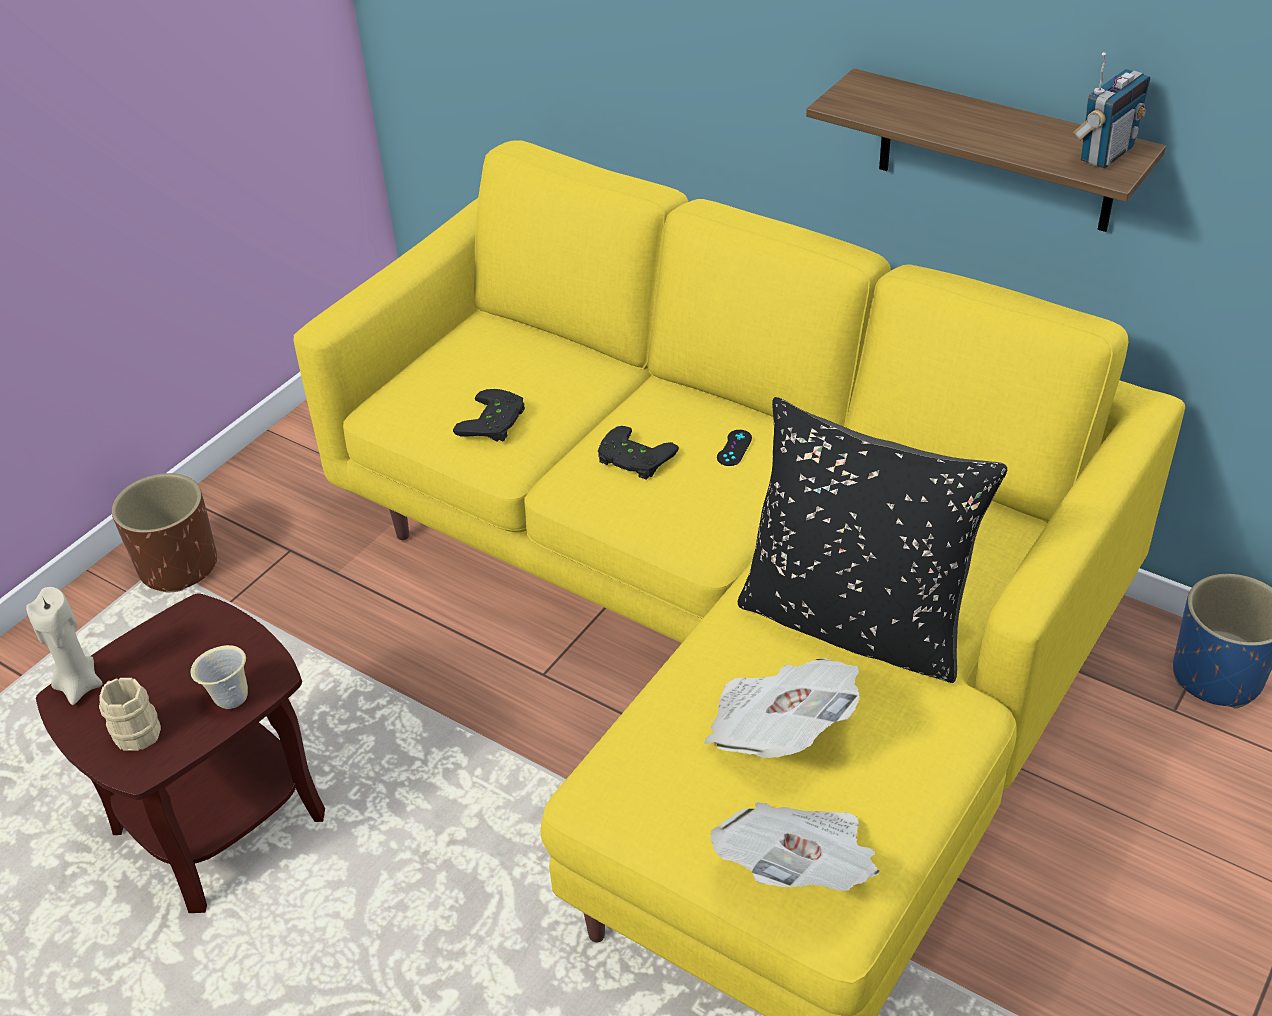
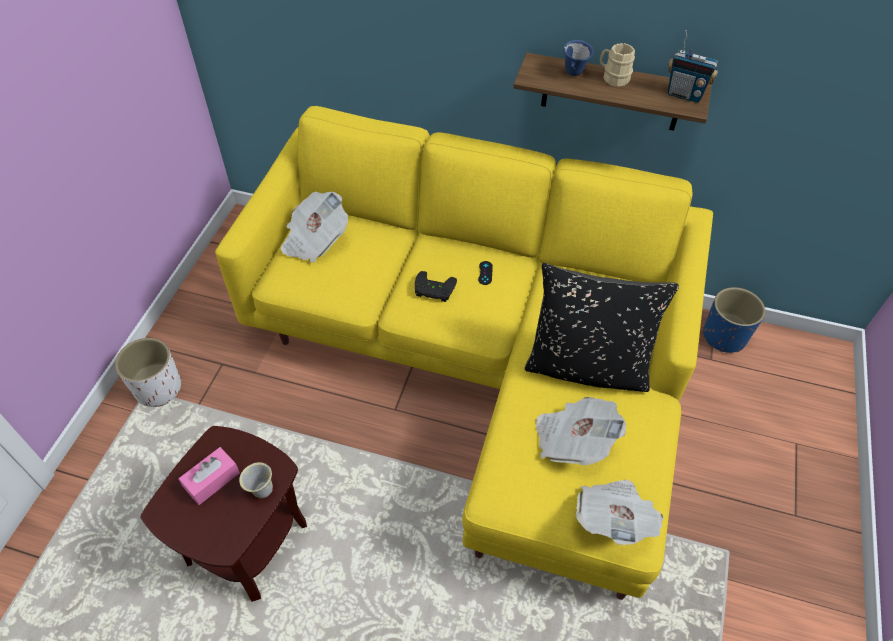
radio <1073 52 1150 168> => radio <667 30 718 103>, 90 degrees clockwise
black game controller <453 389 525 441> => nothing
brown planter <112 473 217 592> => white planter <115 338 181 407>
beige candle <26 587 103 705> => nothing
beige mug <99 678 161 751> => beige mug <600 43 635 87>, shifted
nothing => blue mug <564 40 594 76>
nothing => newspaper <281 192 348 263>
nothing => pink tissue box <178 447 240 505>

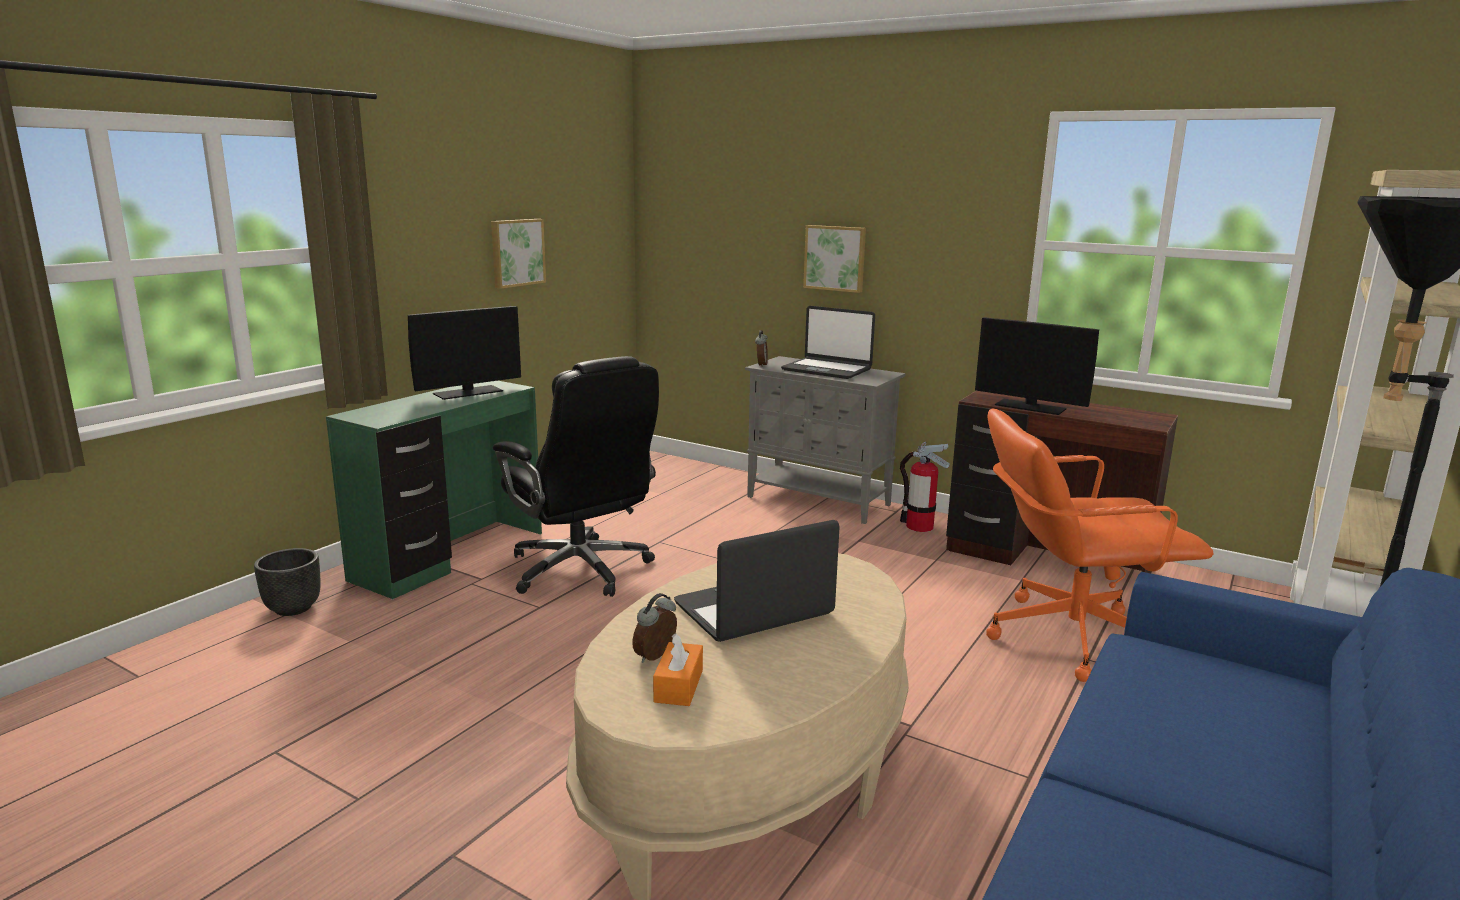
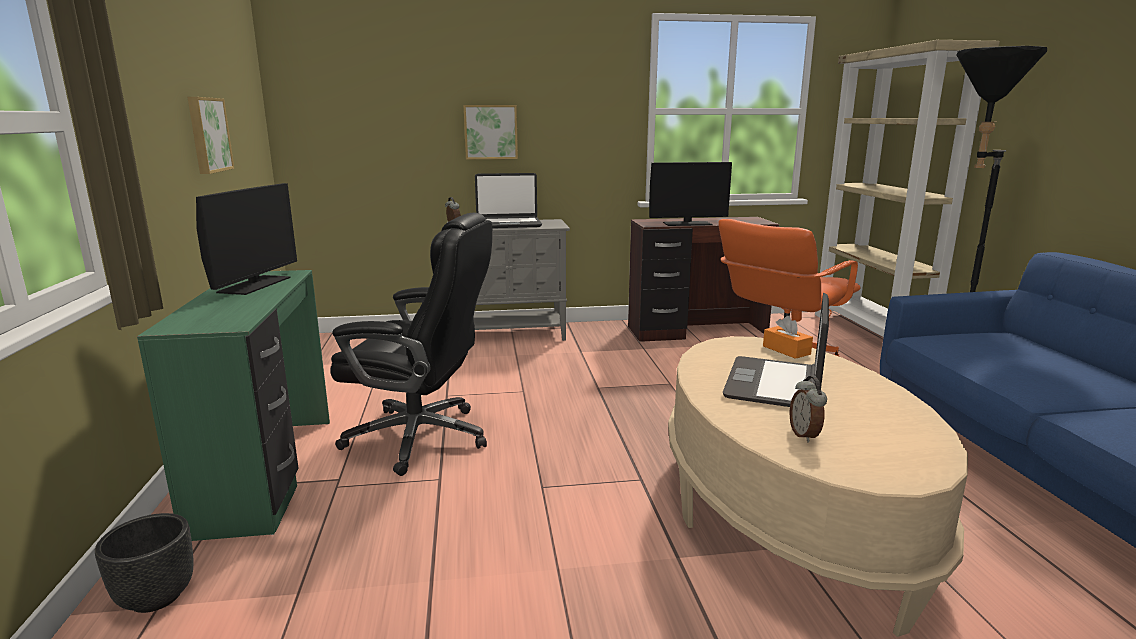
fire extinguisher <900 442 950 532> => nothing
orange tissue box <653 633 703 706> => orange tissue box <763 316 813 359>, shifted

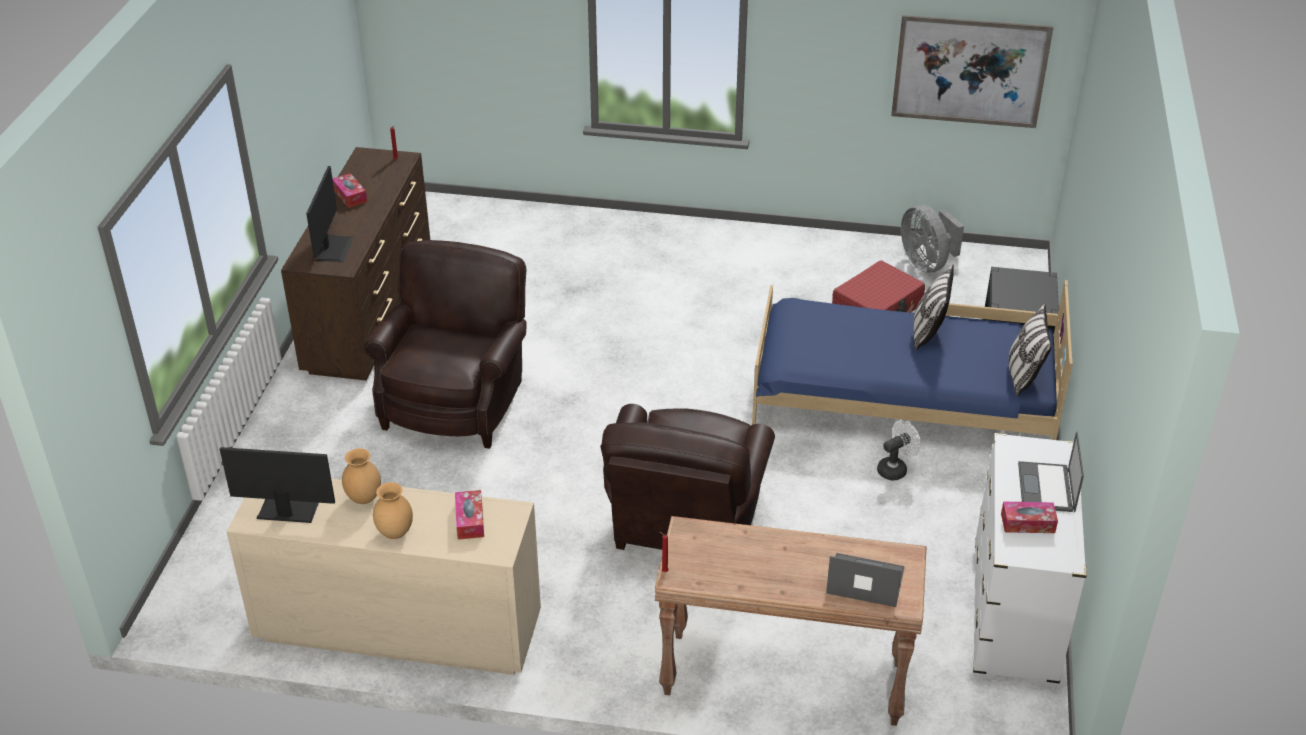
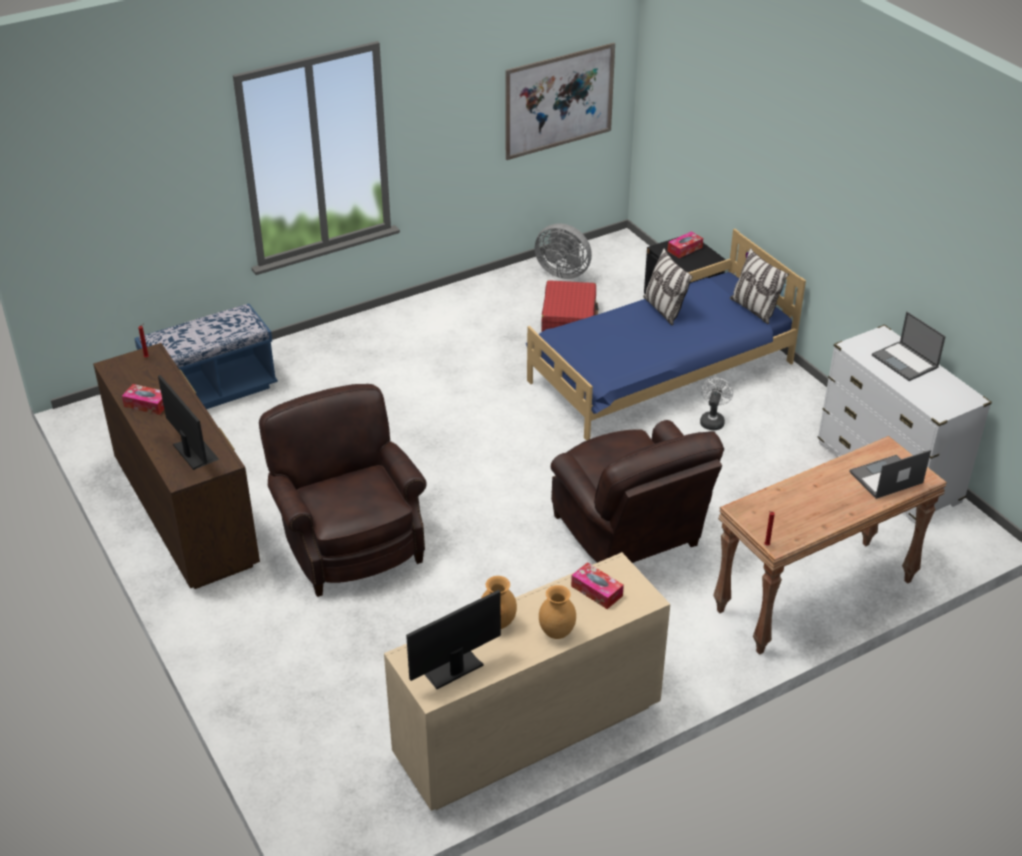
tissue box <1001 502 1058 533> => tissue box <668 231 703 258>, shifted
nothing => blue bench <134 304 278 409>

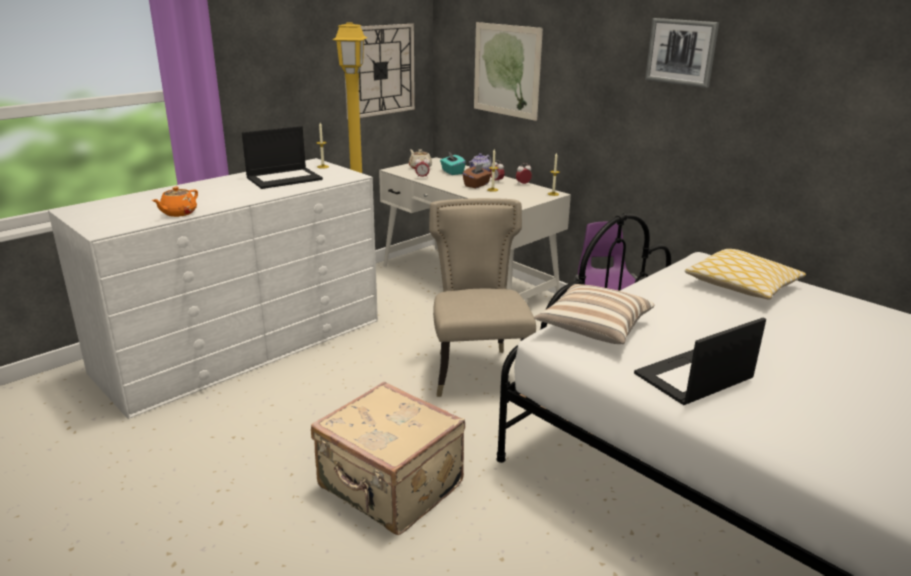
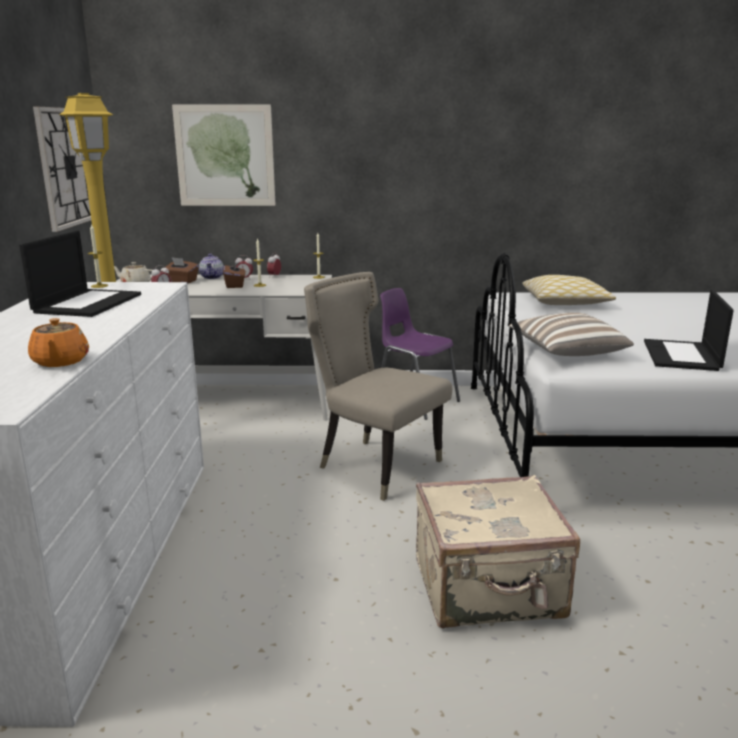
picture <645 18 719 88> => nothing
turquoise tissue box <440 151 466 175> => brown tissue box <165 257 198 283>

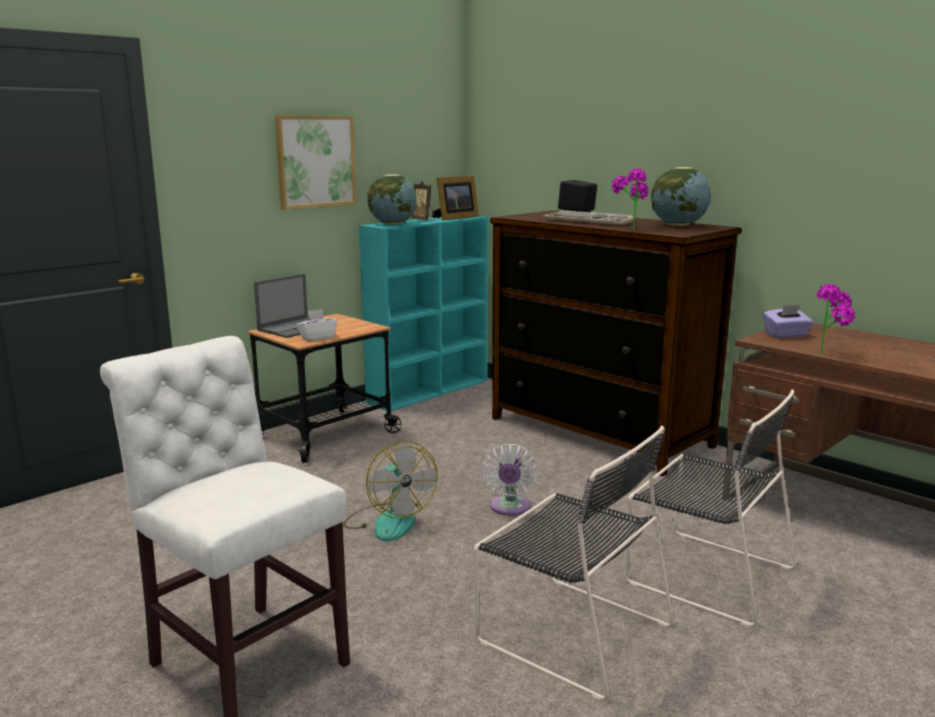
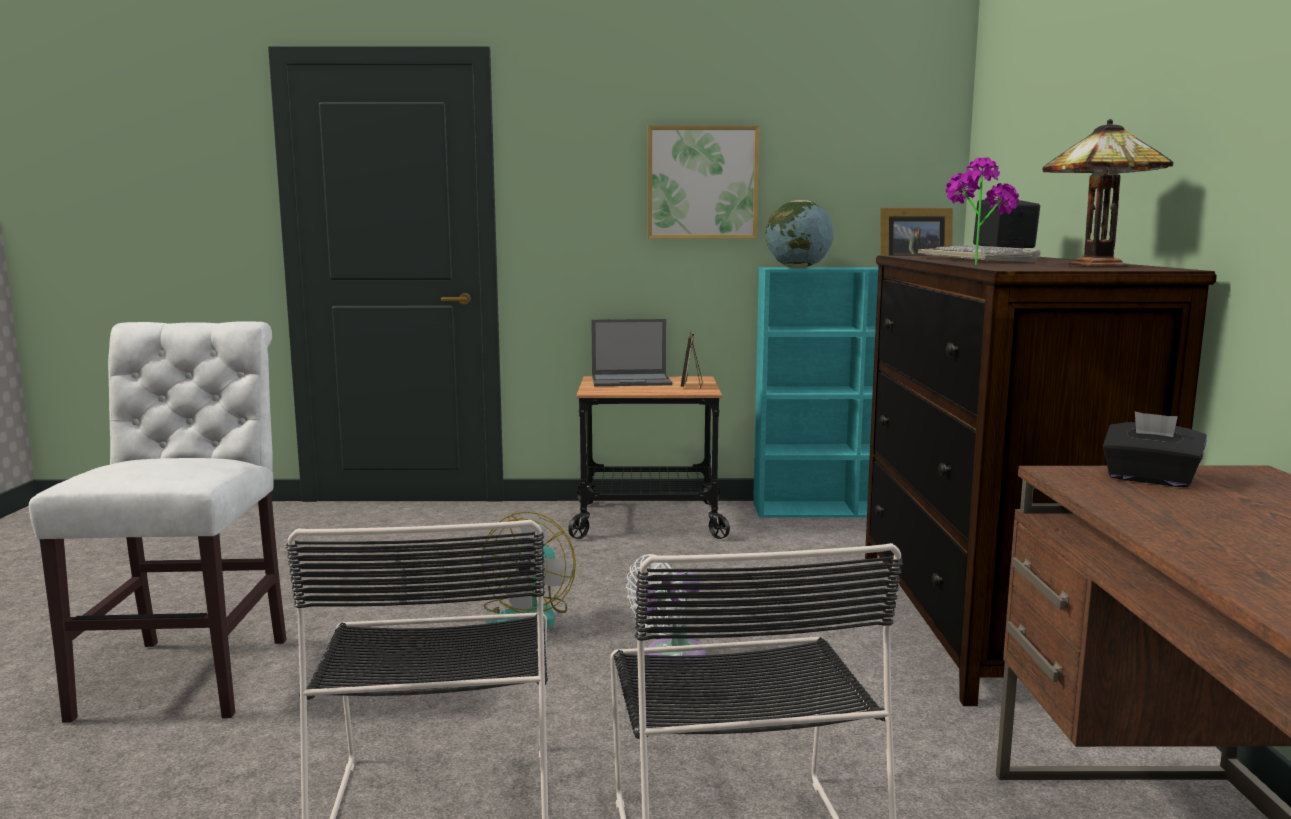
globe <651 167 711 226> => table lamp <1043 119 1174 267>
picture frame <411 181 435 221> => picture frame <681 331 703 388>, shifted
potted plant <817 284 855 354> => nothing
purple tissue box <763 305 813 338> => black tissue box <1103 411 1207 487>
white tissue box <297 309 337 341> => nothing

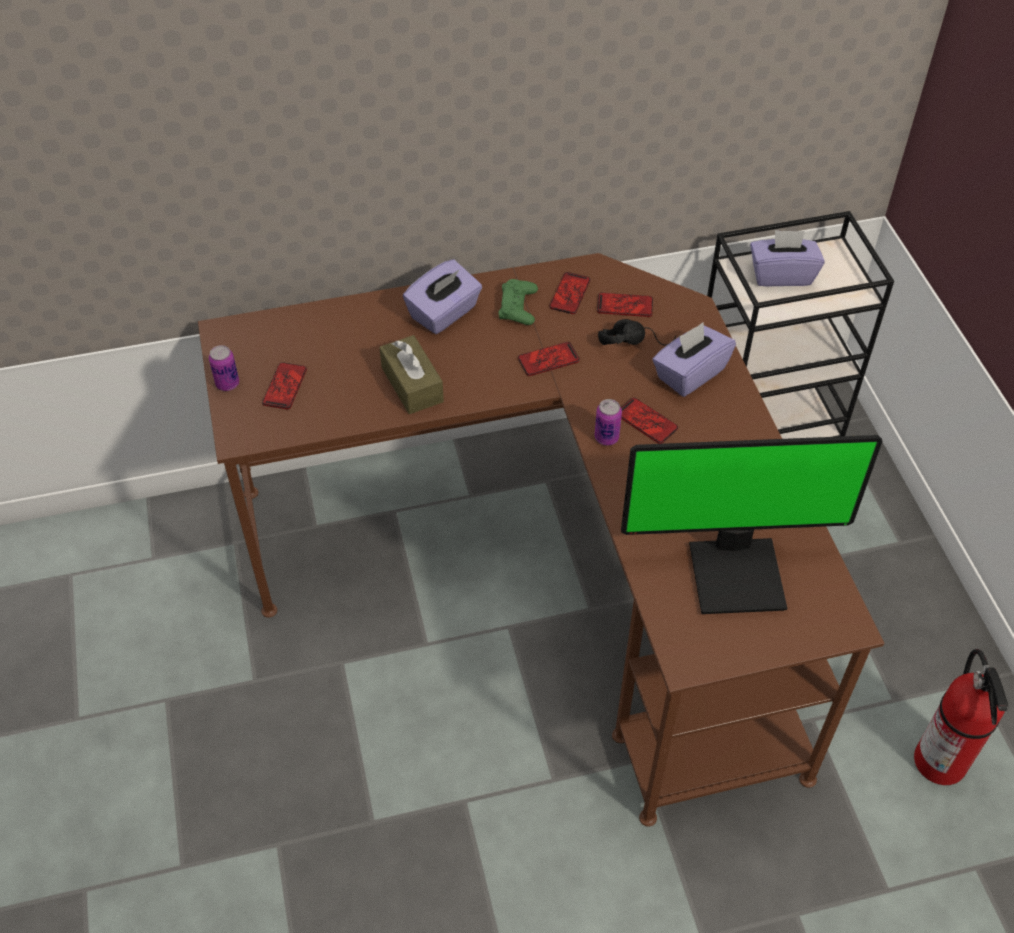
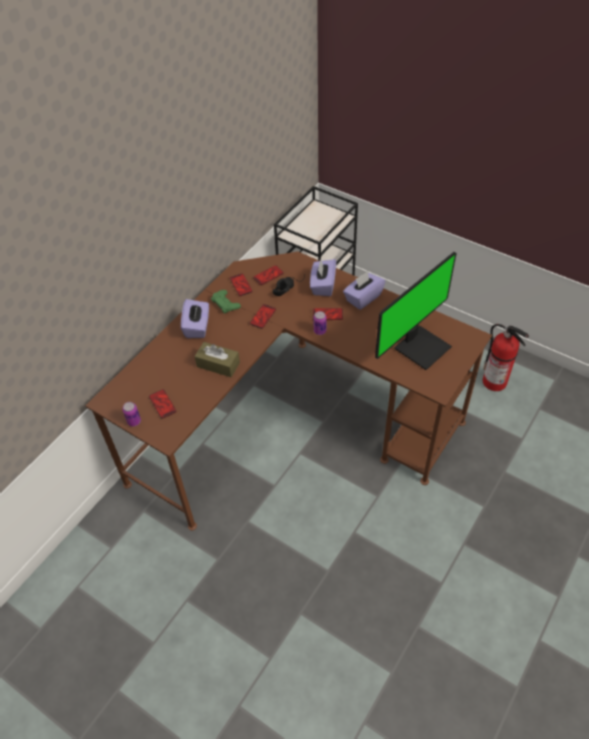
purple tissue box <750 230 825 287> => purple tissue box <343 271 385 310>, shifted

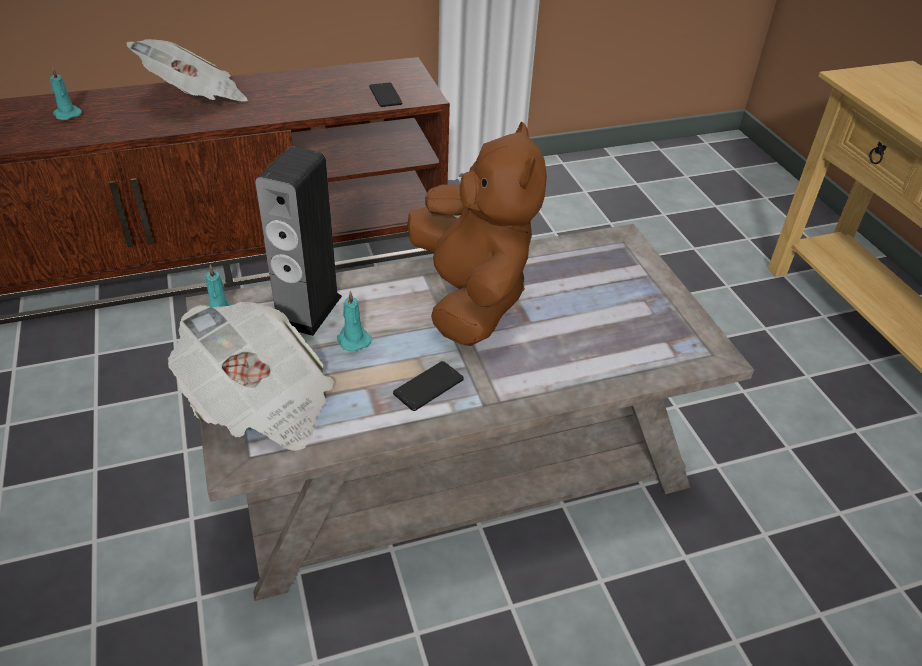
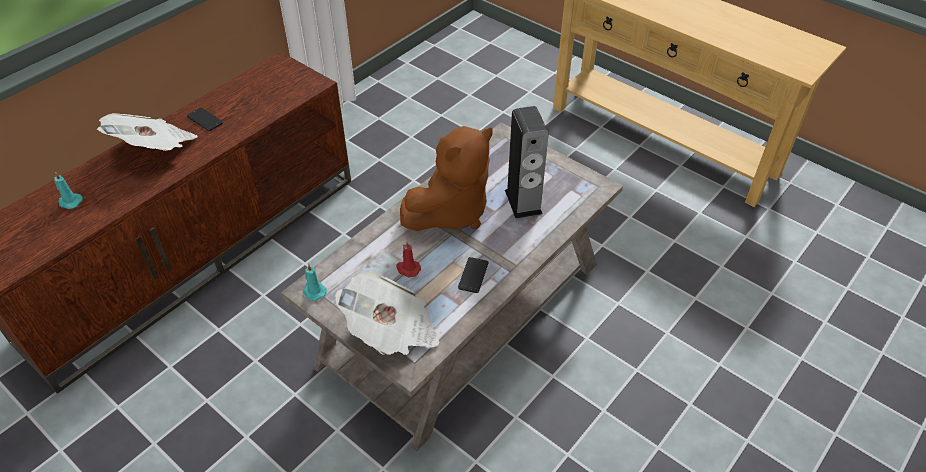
phone <369 83 402 107> => phone <187 108 223 131>, shifted
brown plush toy <407 122 547 346> => brown plush toy <400 126 493 231>, 90 degrees clockwise
speaker <255 146 342 336> => speaker <505 106 549 218>, shifted
turquoise candle <337 291 372 352> => red candle <396 241 421 277>

